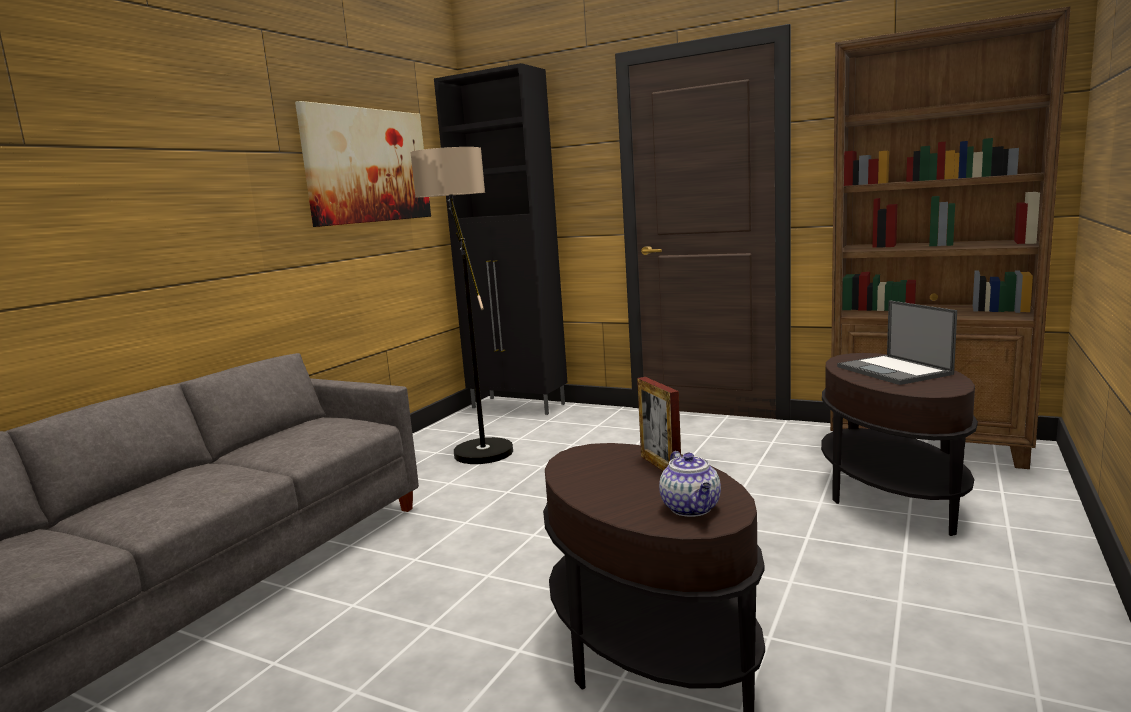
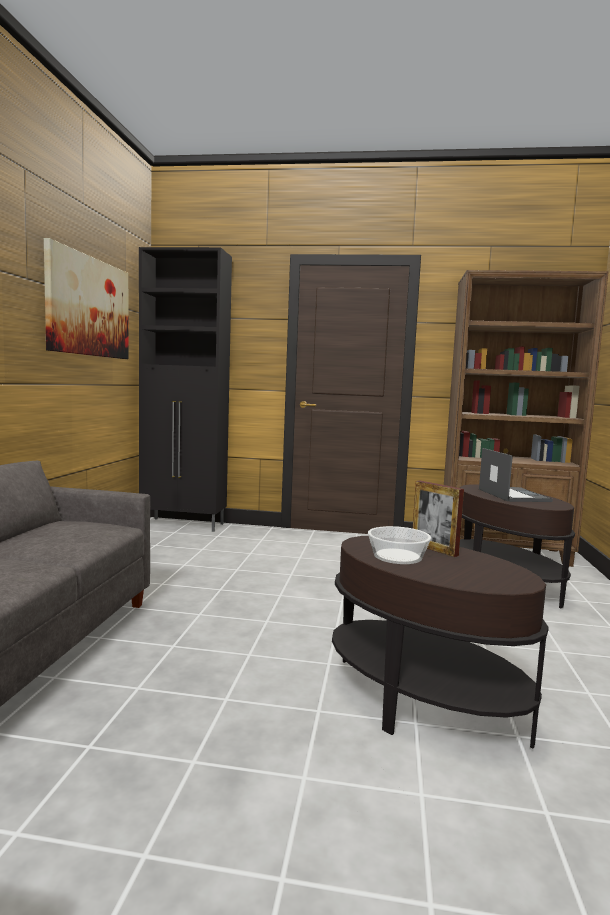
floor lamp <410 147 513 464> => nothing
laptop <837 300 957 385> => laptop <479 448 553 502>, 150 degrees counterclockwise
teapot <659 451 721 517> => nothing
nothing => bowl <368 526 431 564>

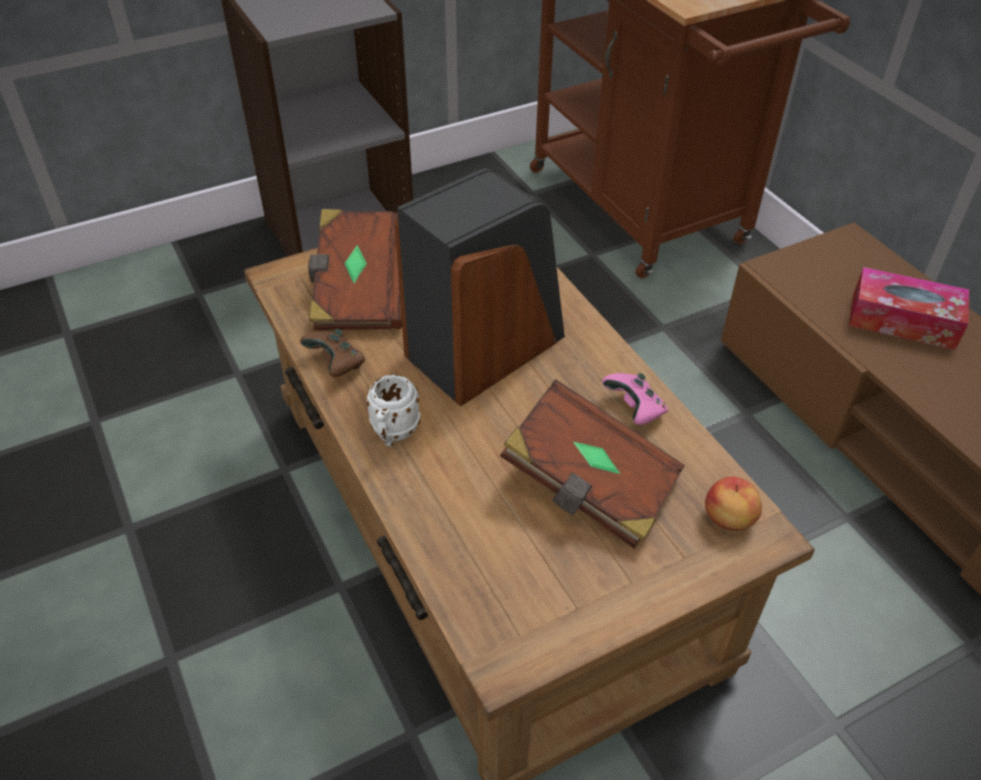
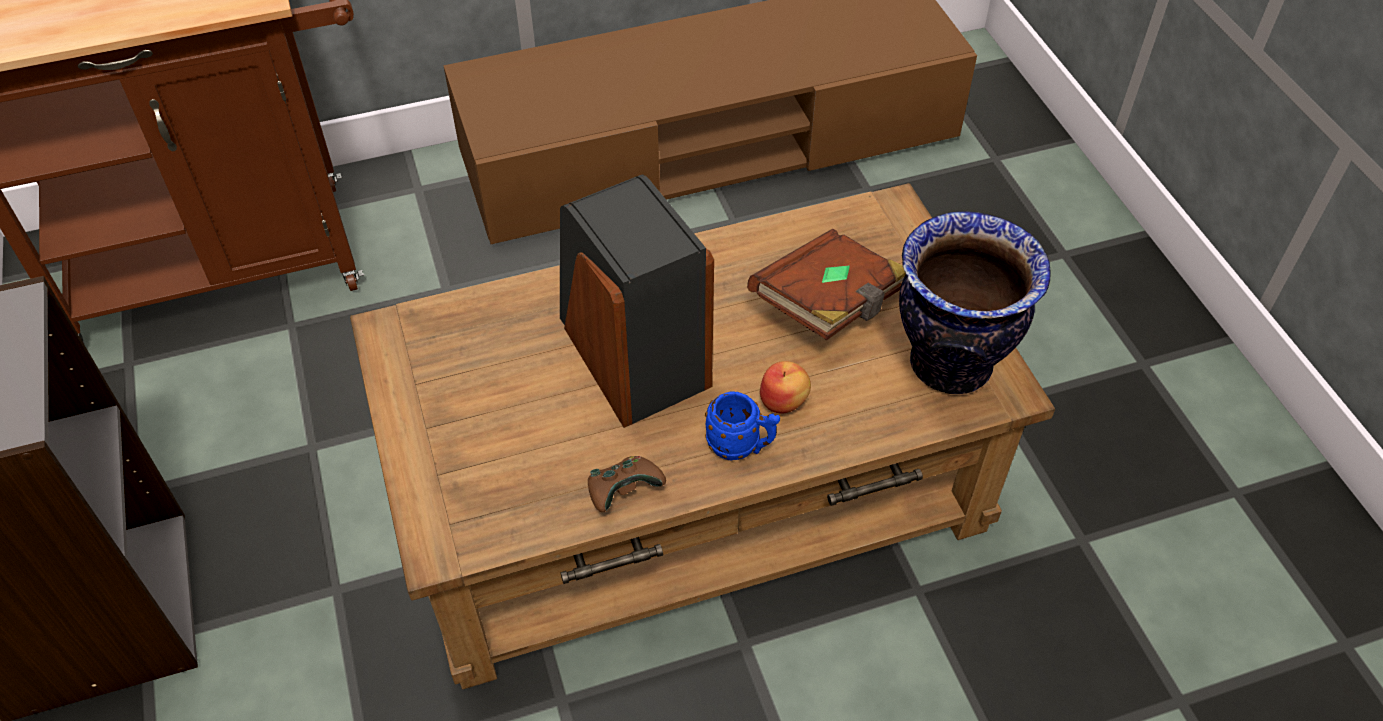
brown book <308 209 402 330> => nothing
tissue box <849 267 969 350> => nothing
pink game controller <602 373 668 425> => nothing
white mug <367 375 420 447> => blue mug <705 391 780 461>
apple <705 476 762 531> => apple <760 361 811 413>, shifted
nothing => vase <899 211 1050 394>

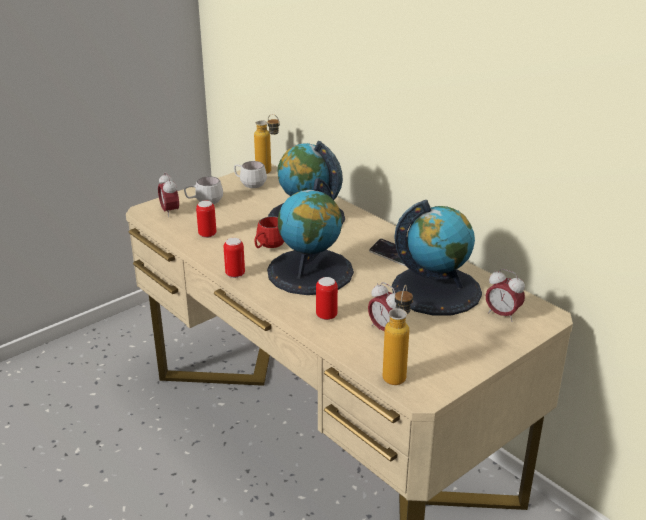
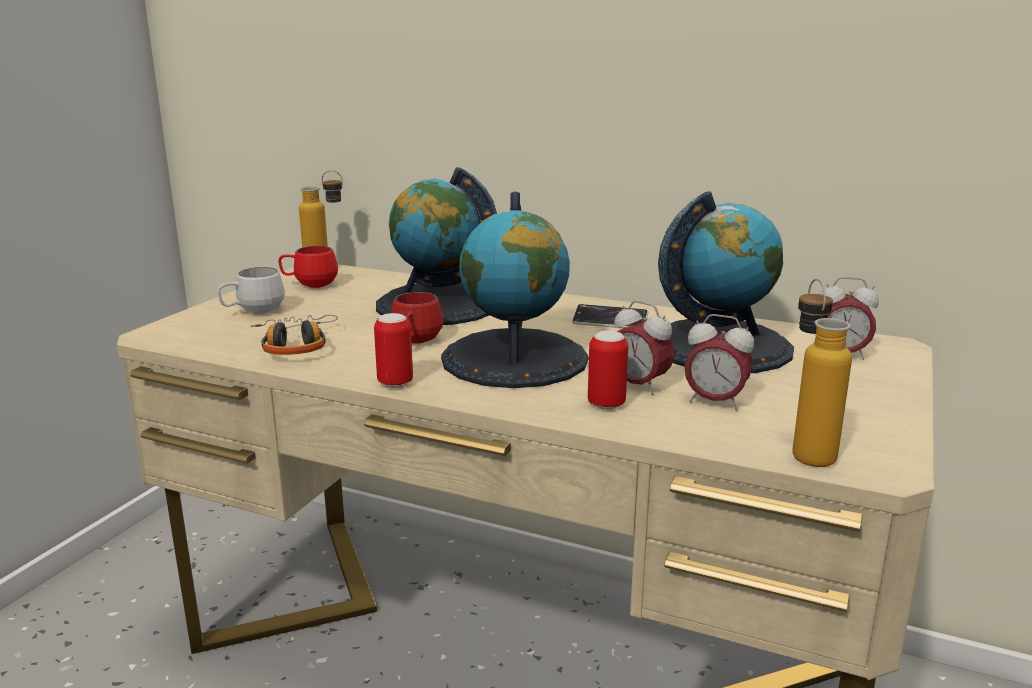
white mug <234 161 267 188> => red mug <278 246 338 288>
alarm clock <158 172 179 218> => alarm clock <614 301 674 395>, shifted
can <196 200 216 238> => headphones <251 315 338 355>

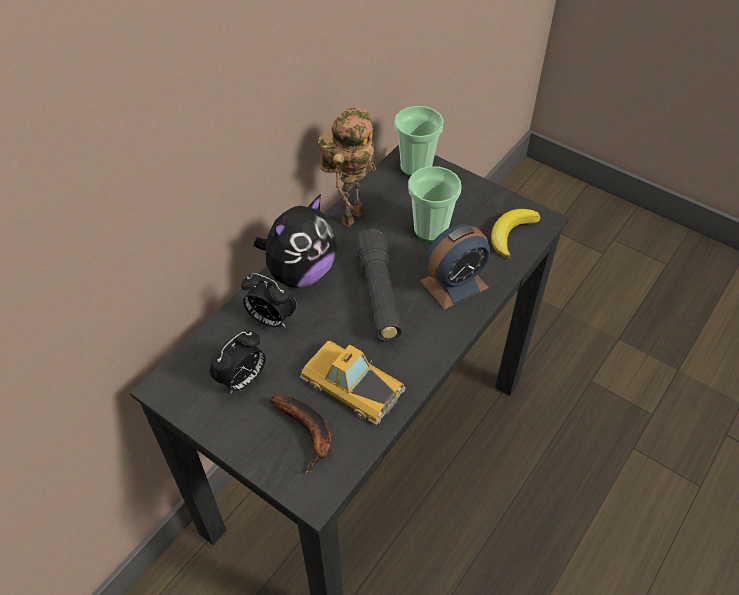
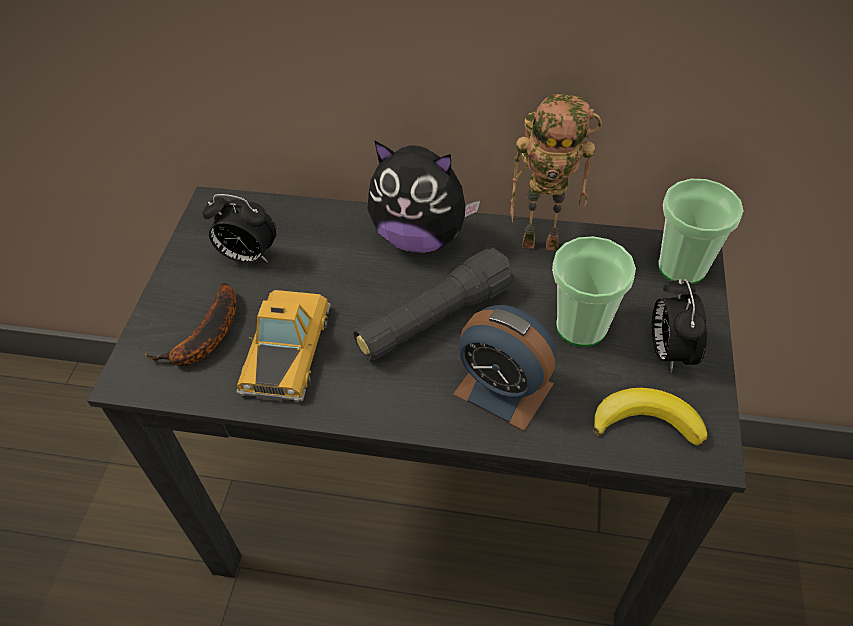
alarm clock <241 273 297 328> => alarm clock <652 279 707 373>, shifted

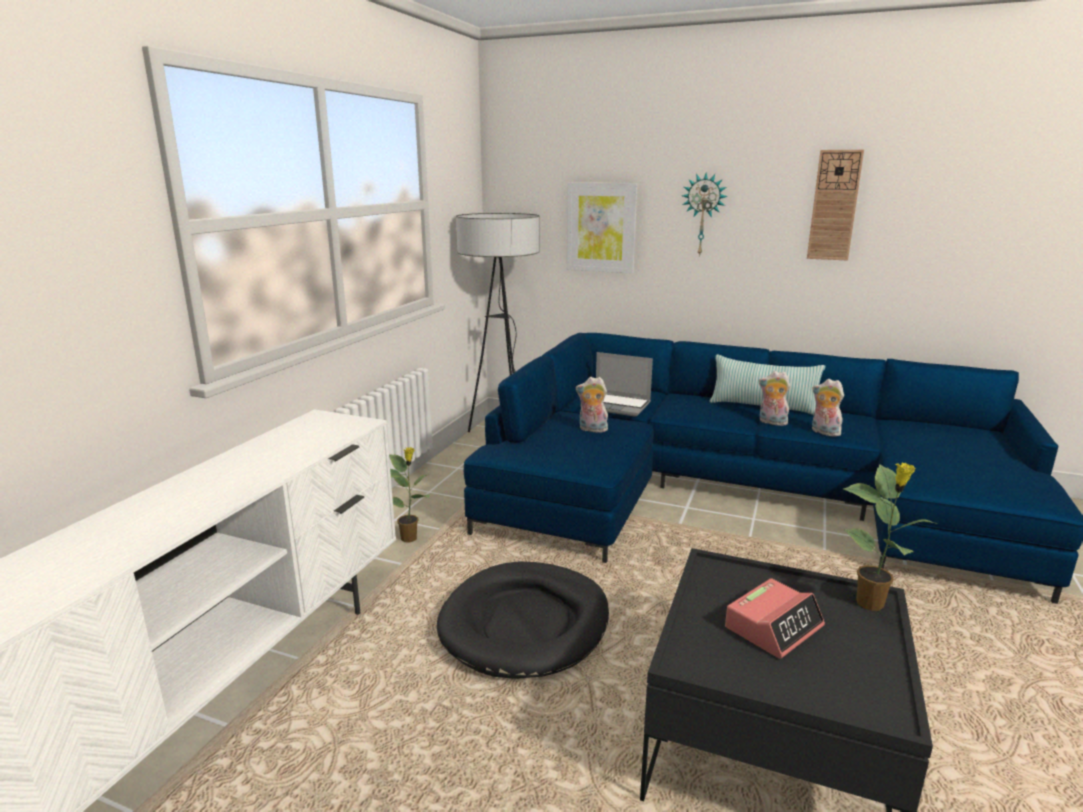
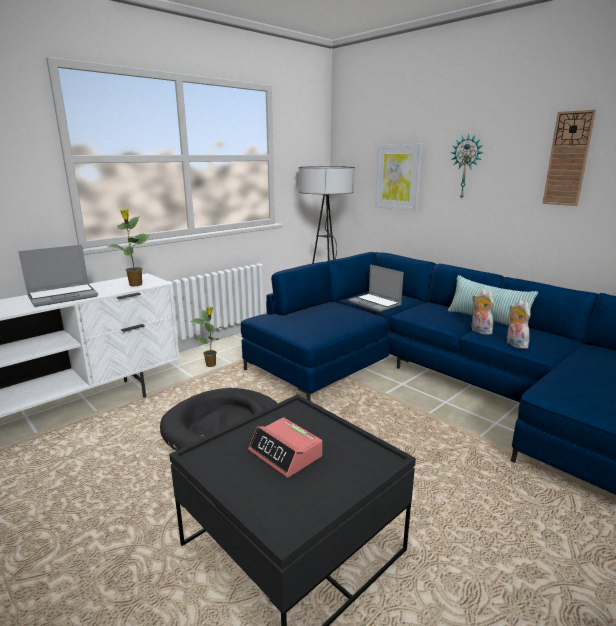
plush toy <576 377 608 433> => nothing
potted plant <843 462 938 611> => potted plant <108 209 150 286>, shifted
alarm clock <725 578 825 659> => alarm clock <248 417 322 478>, 60 degrees clockwise
nothing => laptop <18 245 98 307>

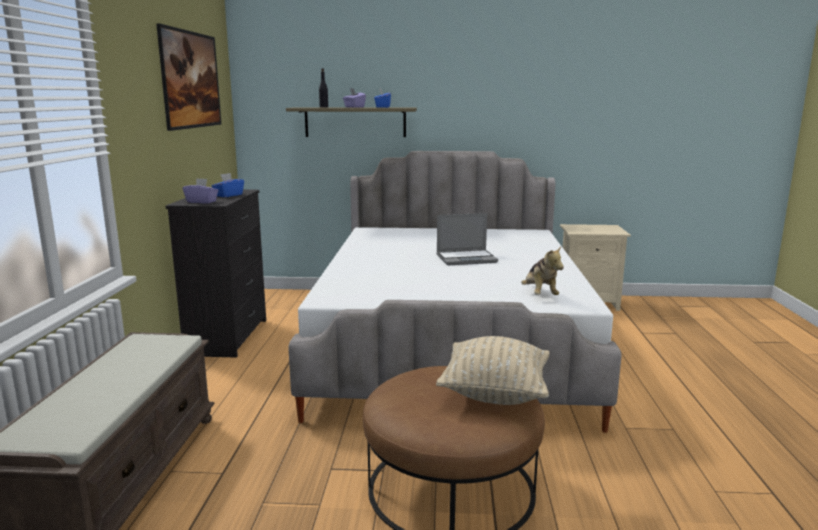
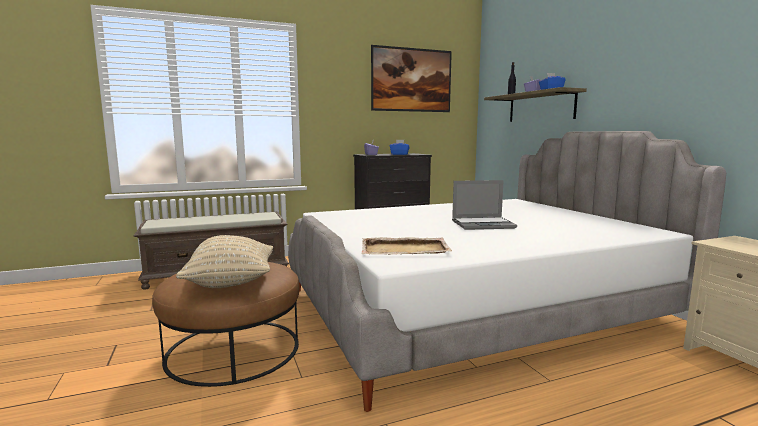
laptop <437 213 498 265> => laptop <452 180 517 230>, 60 degrees counterclockwise
plush toy <521 246 564 295> => beige tray <361 237 452 255>

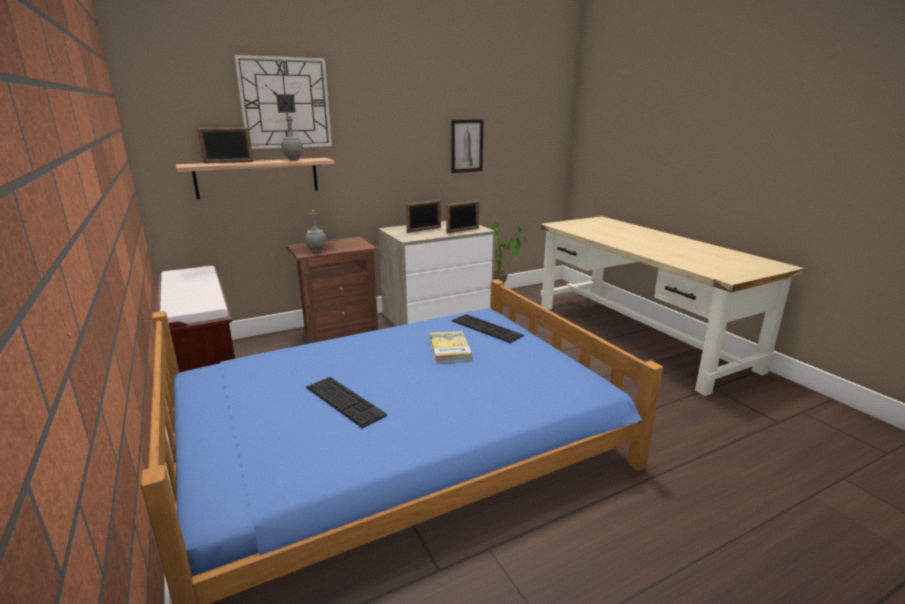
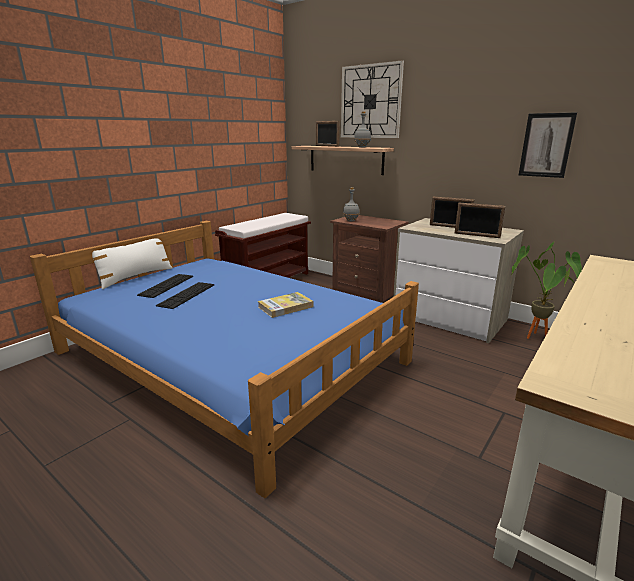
keyboard <452 314 524 343> => keyboard <137 274 193 298>, shifted
nothing => white pillow <92 238 173 290>

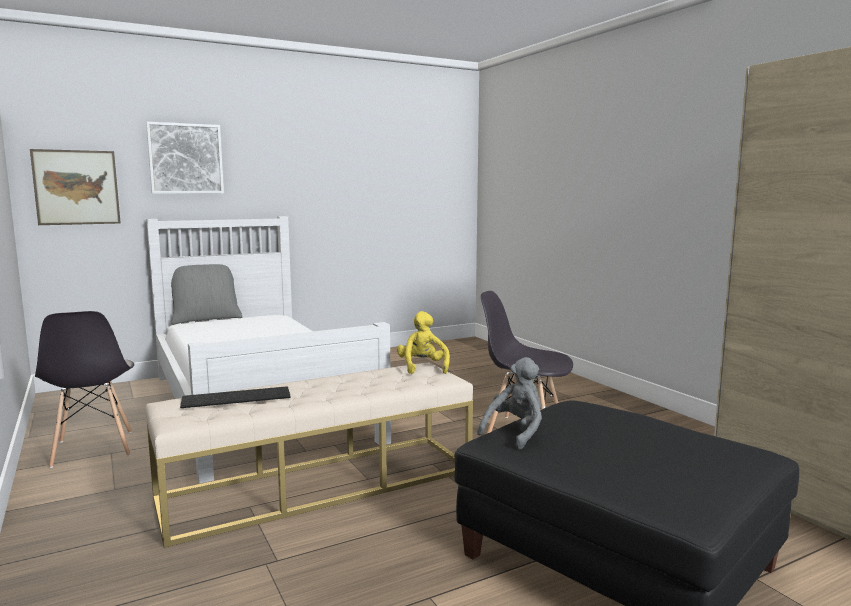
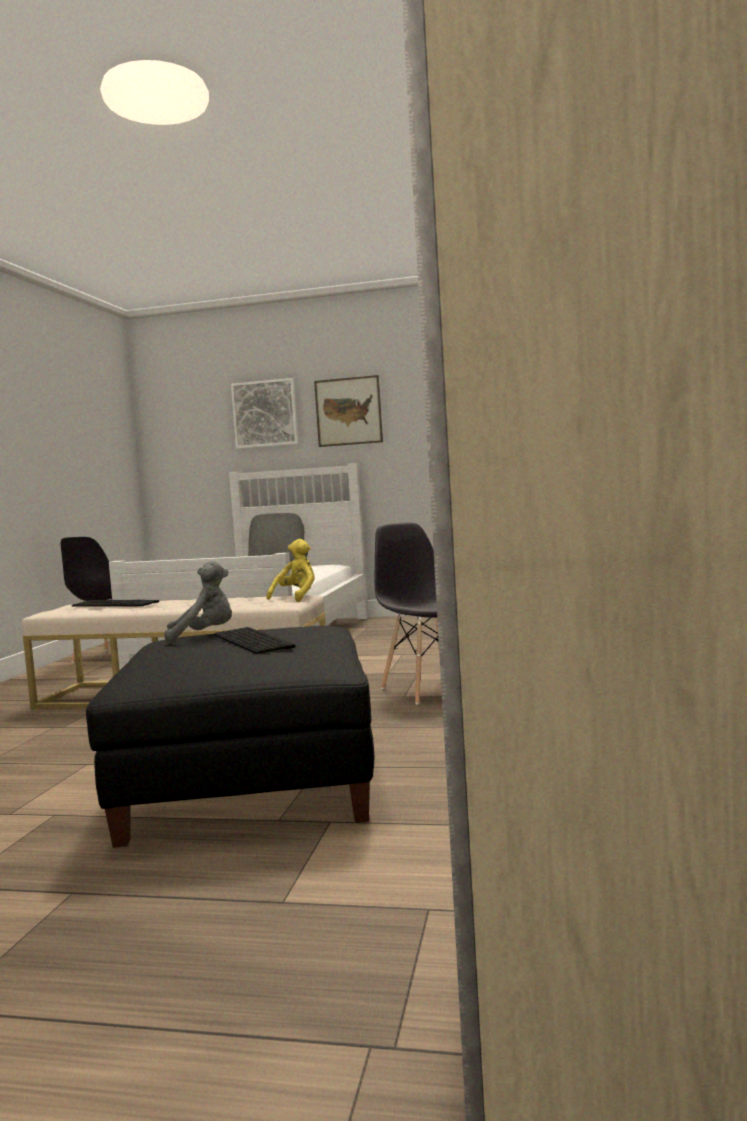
picture <30 149 121 225> => picture <314 375 383 447>, shifted
nothing => keyboard <214 627 295 654>

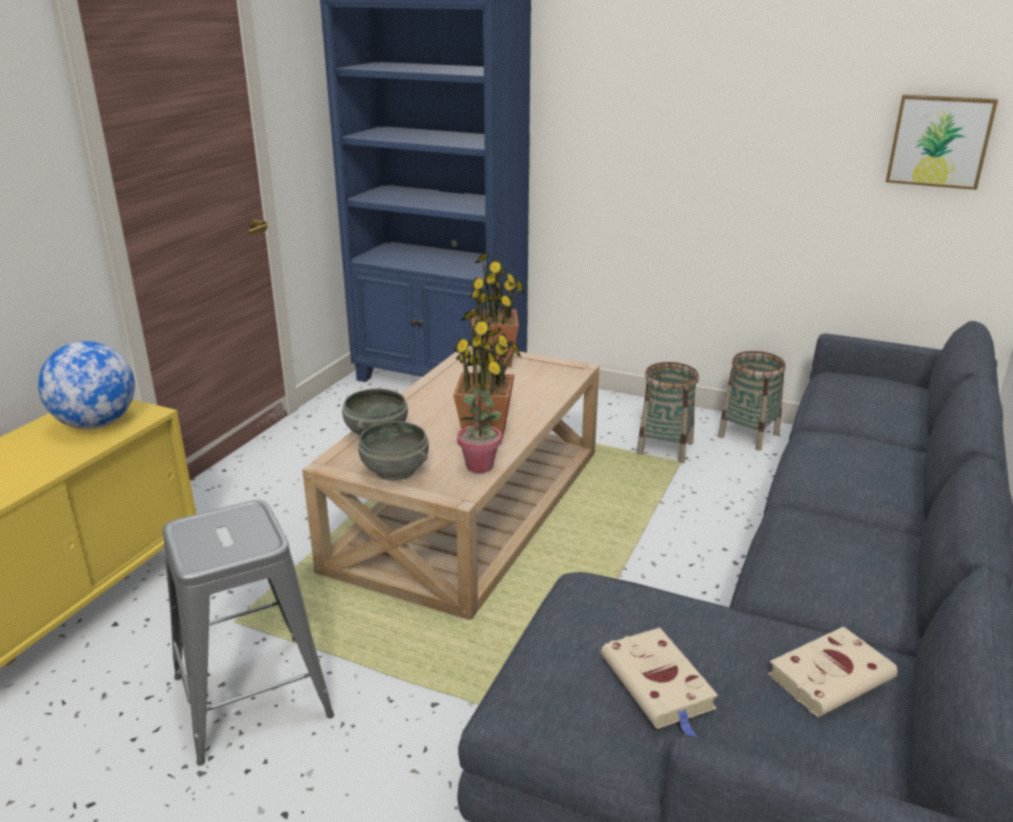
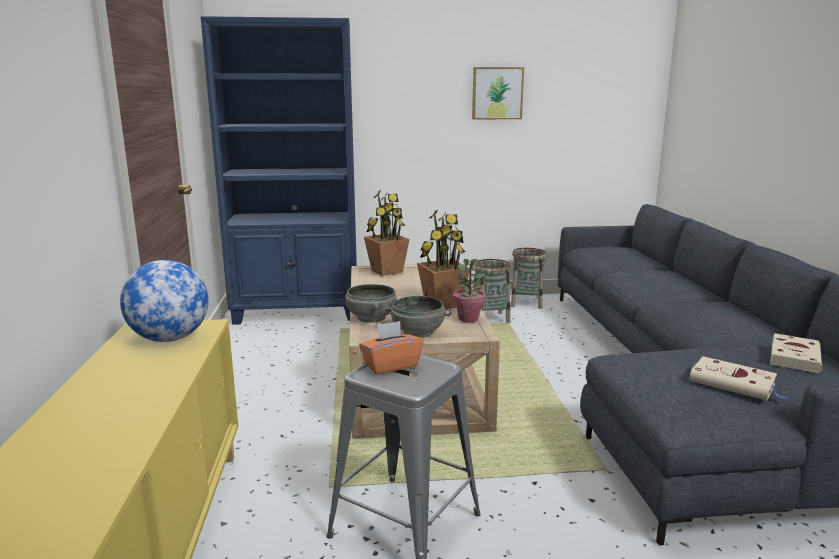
picture <886 94 998 190> => picture <472 67 524 119>, shifted
nothing => orange tissue box <359 321 424 374>

